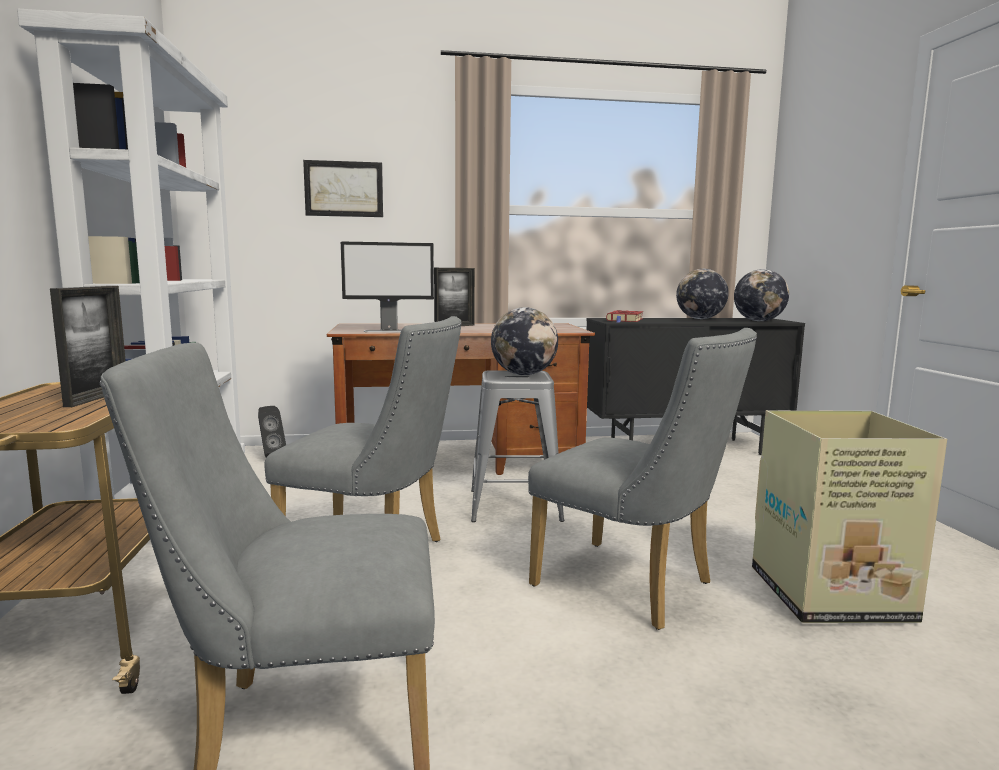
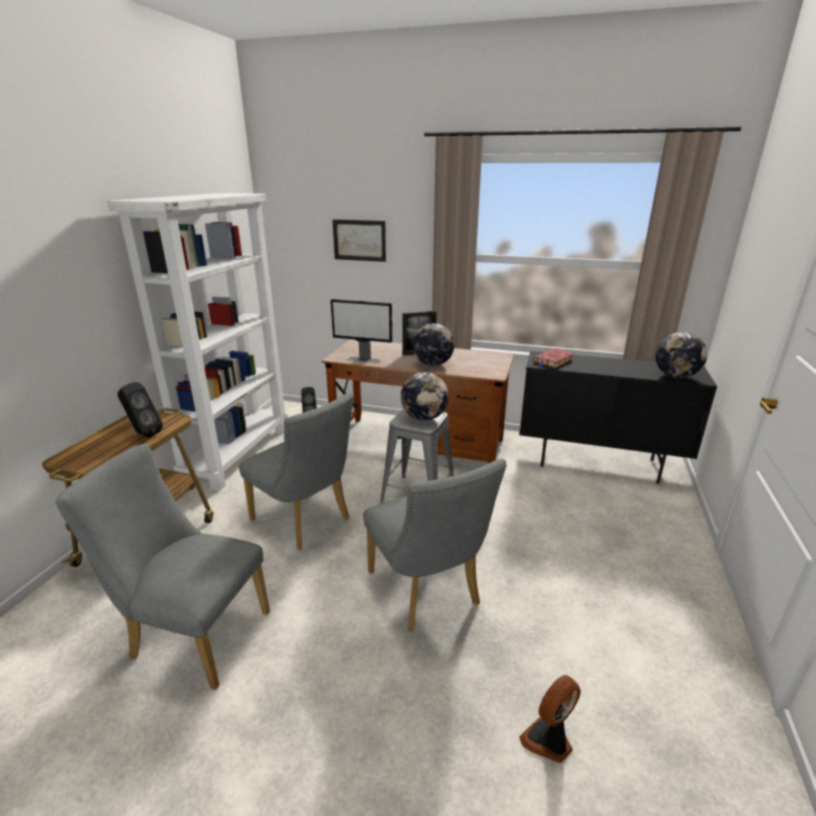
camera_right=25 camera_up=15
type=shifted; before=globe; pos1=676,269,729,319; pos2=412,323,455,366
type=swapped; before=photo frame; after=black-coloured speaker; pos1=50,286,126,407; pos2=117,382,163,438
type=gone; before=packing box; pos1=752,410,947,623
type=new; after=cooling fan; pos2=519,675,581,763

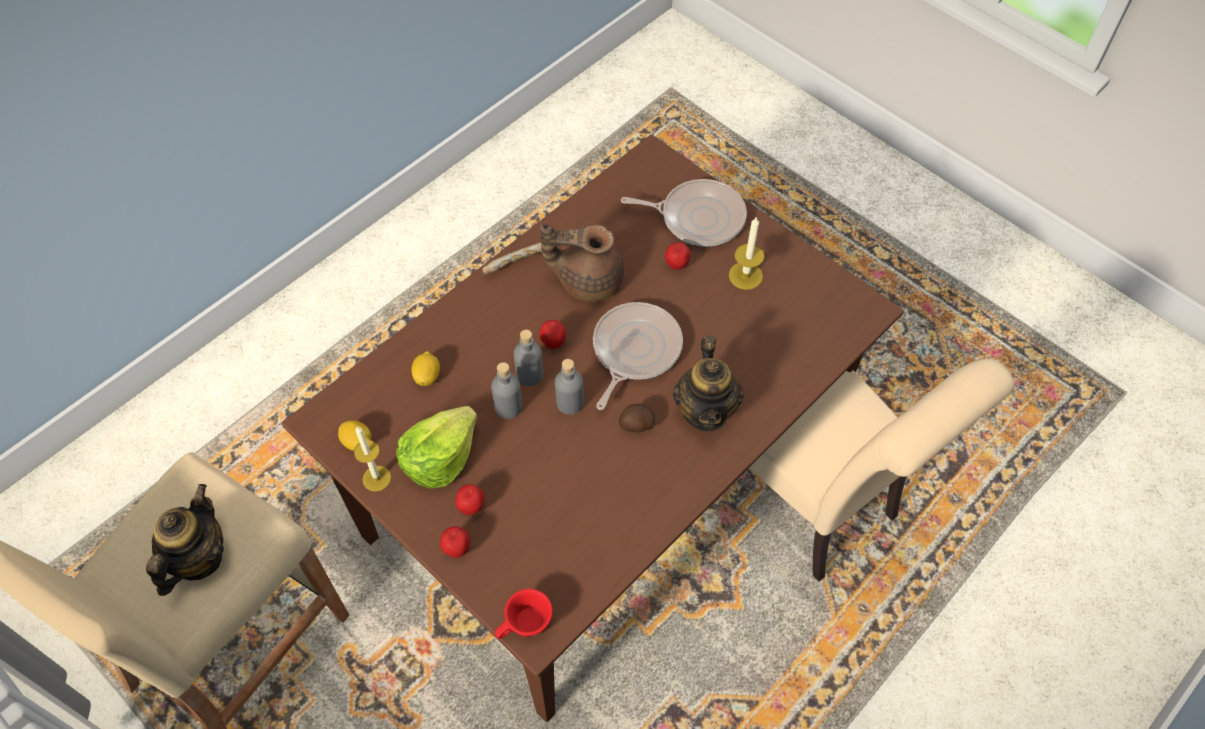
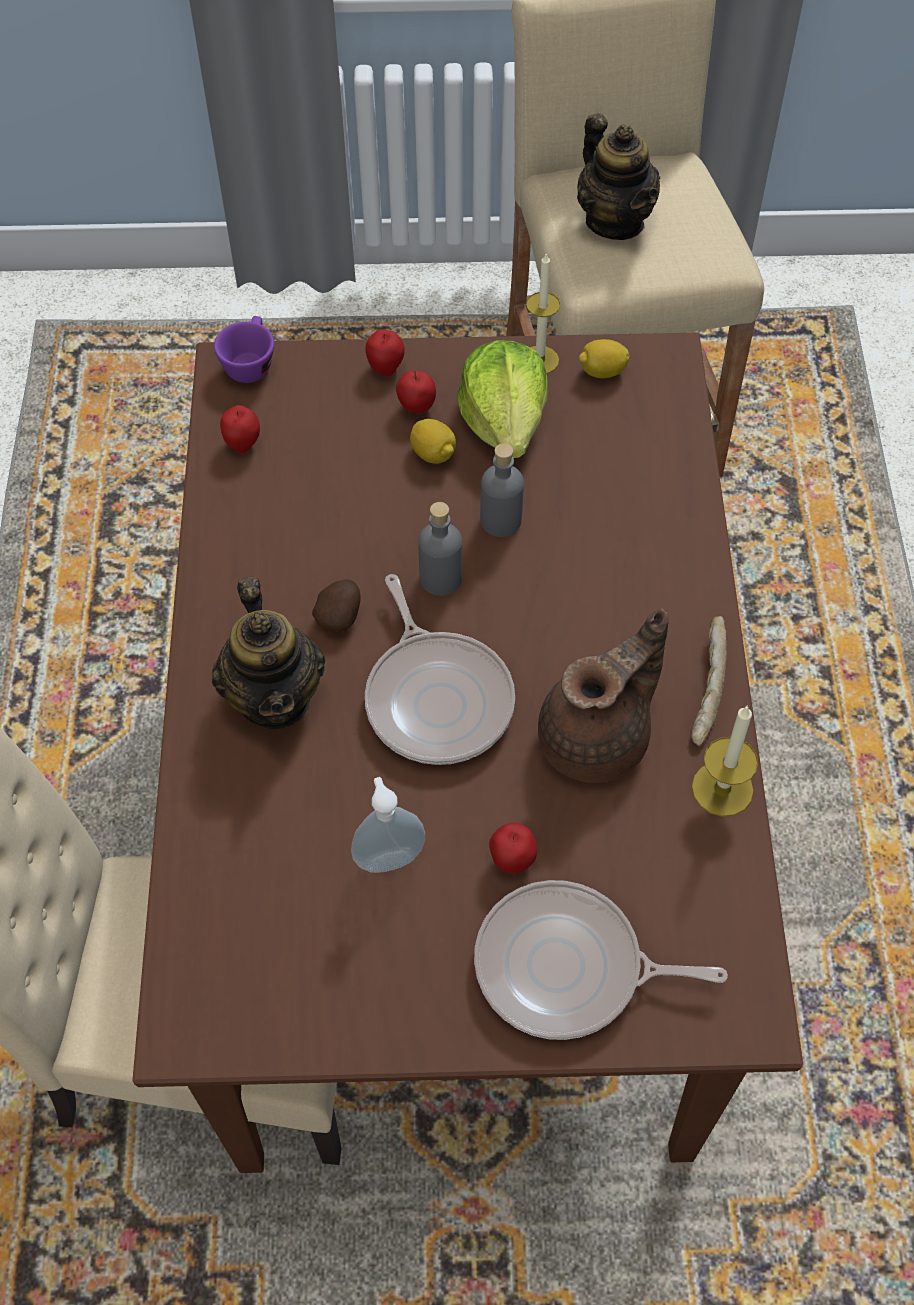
camera_right=135 camera_up=0
type=rotated; before=pan; pos1=621,179,747,246; pos2=474,880,728,1040; turn=45
type=shifted; before=wax light; pos1=729,216,764,290; pos2=692,705,758,817
type=shifted; before=whole apple; pos1=539,320,566,349; pos2=220,405,260,453
type=gone; before=grey drink bottle; pos1=514,330,543,386
type=rotated; before=tea pot; pos1=673,336,744,432; pos2=212,577,325,729; turn=-150
type=shifted; before=whole lemon; pos1=411,351,440,386; pos2=410,419,456,464
type=repainted; before=reddish drinking cup; after=purple drinking cup; pos1=495,589,553,639; pos2=214,316,274,383
type=new; after=soap dispenser; pos2=351,777,425,873

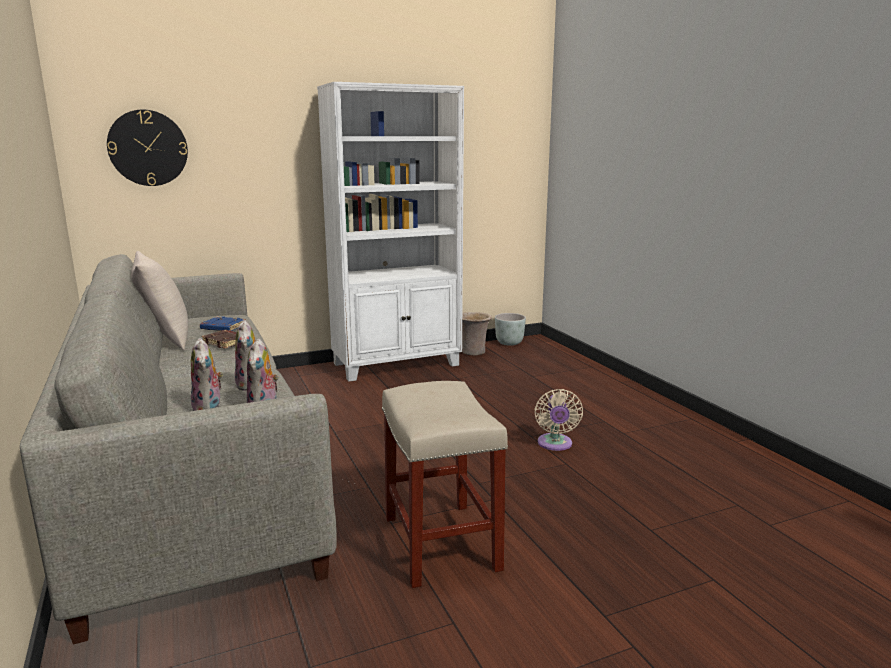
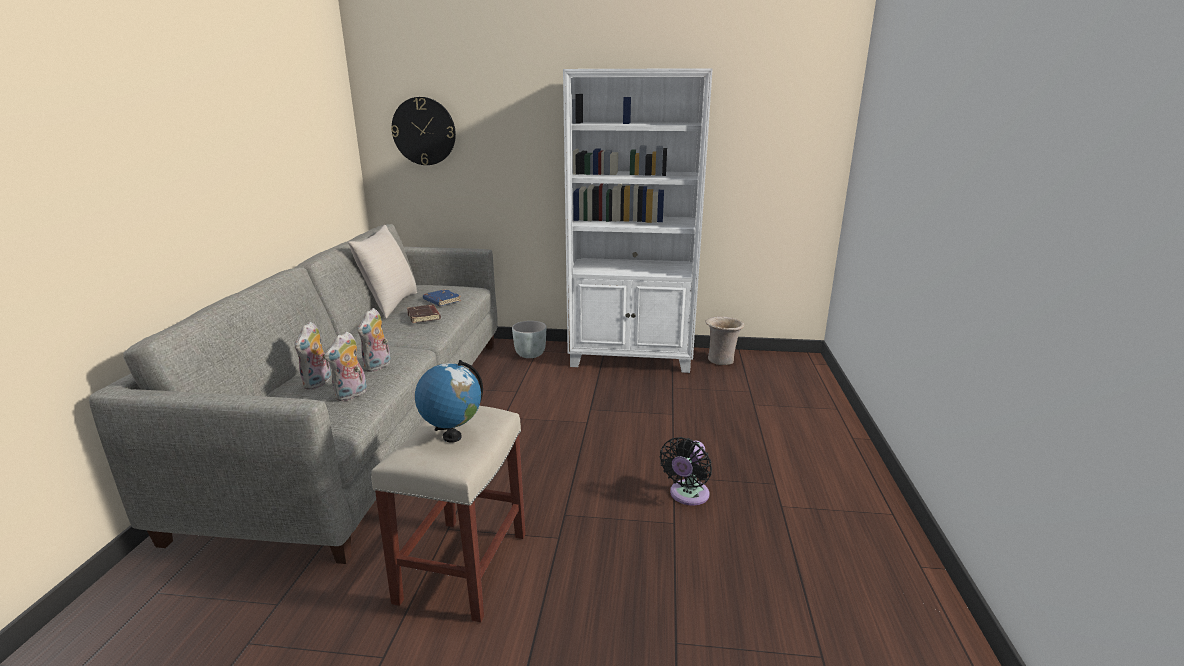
camera_right=30 camera_up=5
type=shifted; before=grey planter; pos1=495,313,526,346; pos2=512,321,547,358
type=repainted; before=sand-coloured cooling fan; after=black-coloured cooling fan; pos1=534,389,583,451; pos2=660,437,712,506
type=new; after=globe; pos2=415,360,483,443

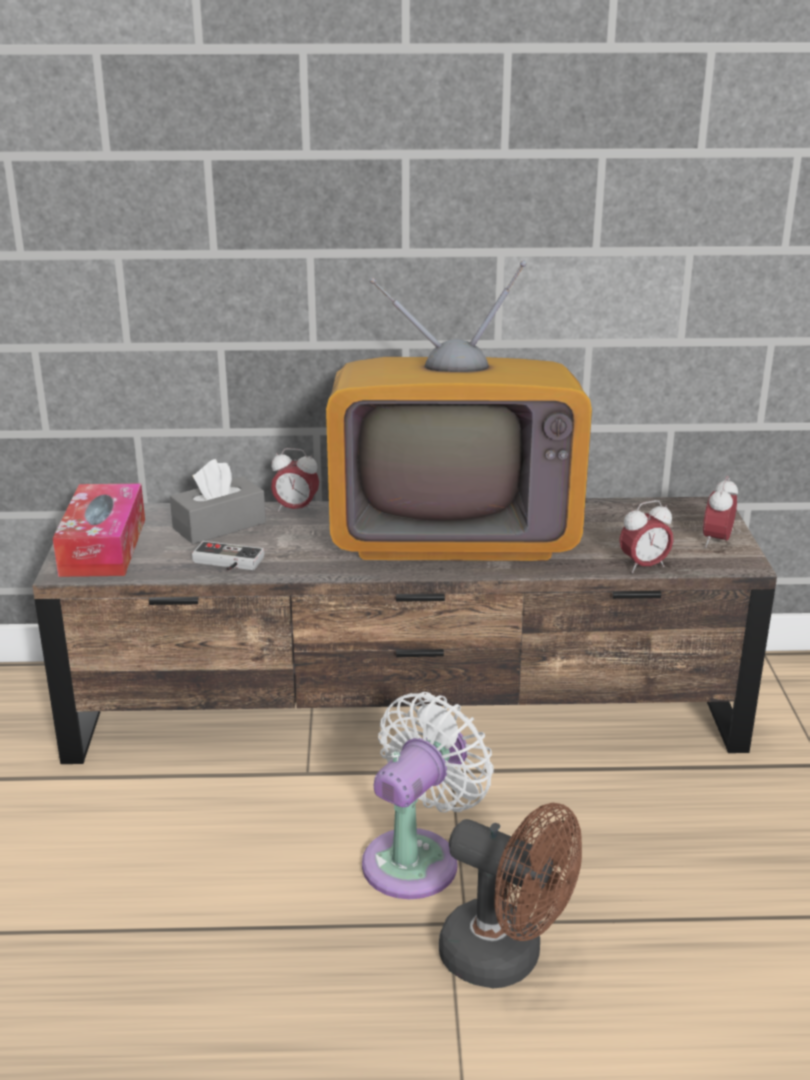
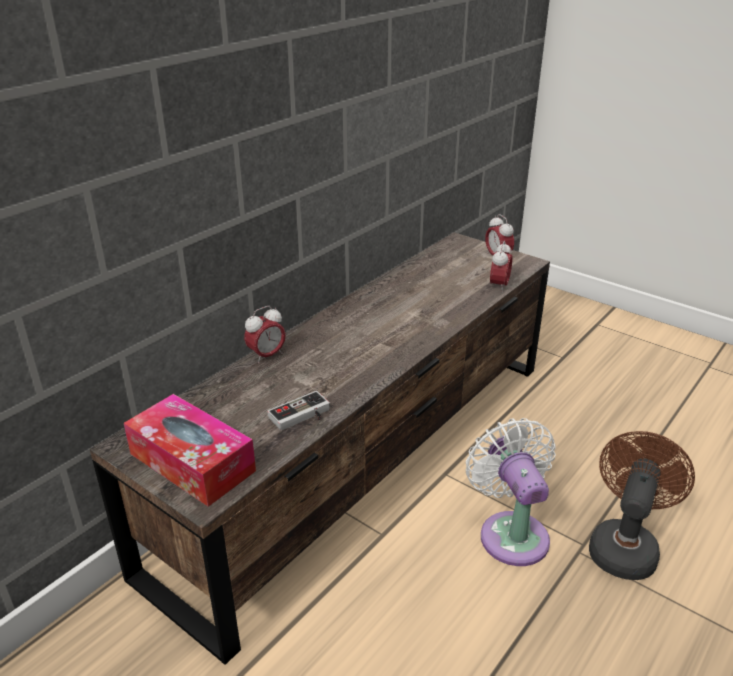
camera_right=-50 camera_up=5
type=gone; before=television; pos1=326,261,592,561
type=gone; before=grey tissue holder; pos1=170,459,266,544
type=rotated; before=brownish cooling fan; pos1=439,803,582,988; pos2=589,431,695,580; turn=-45

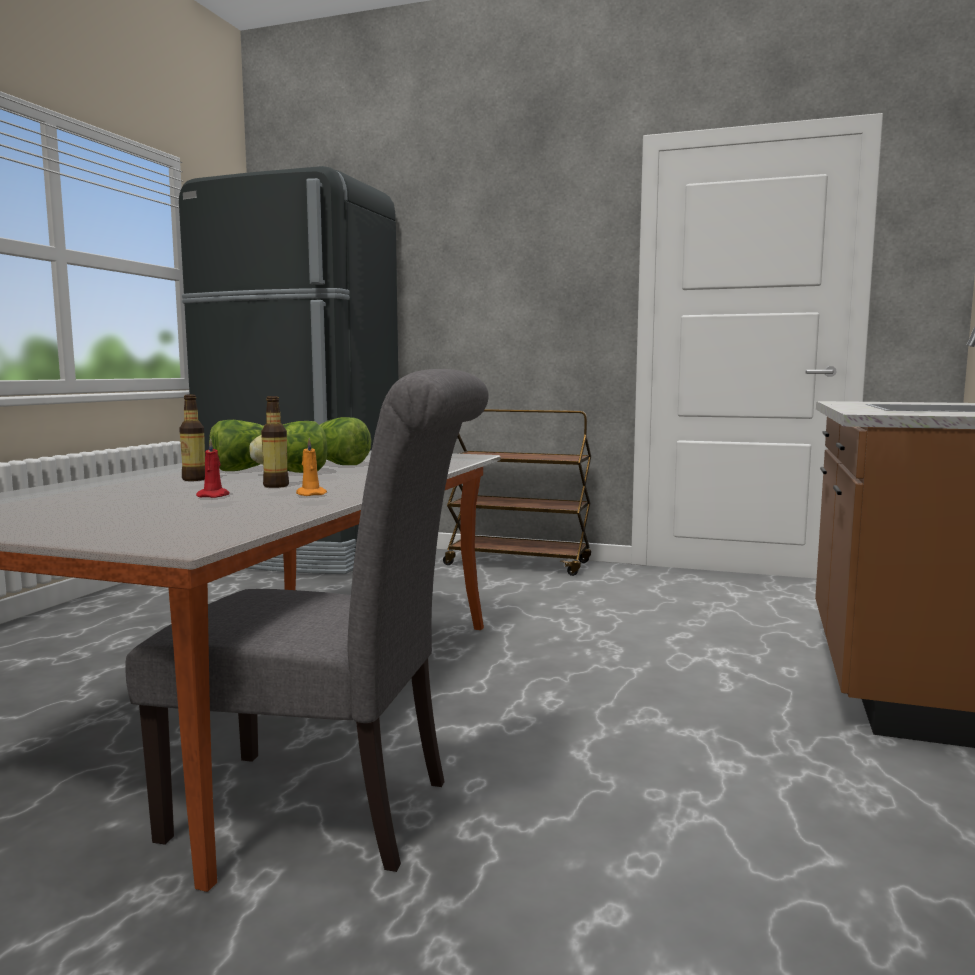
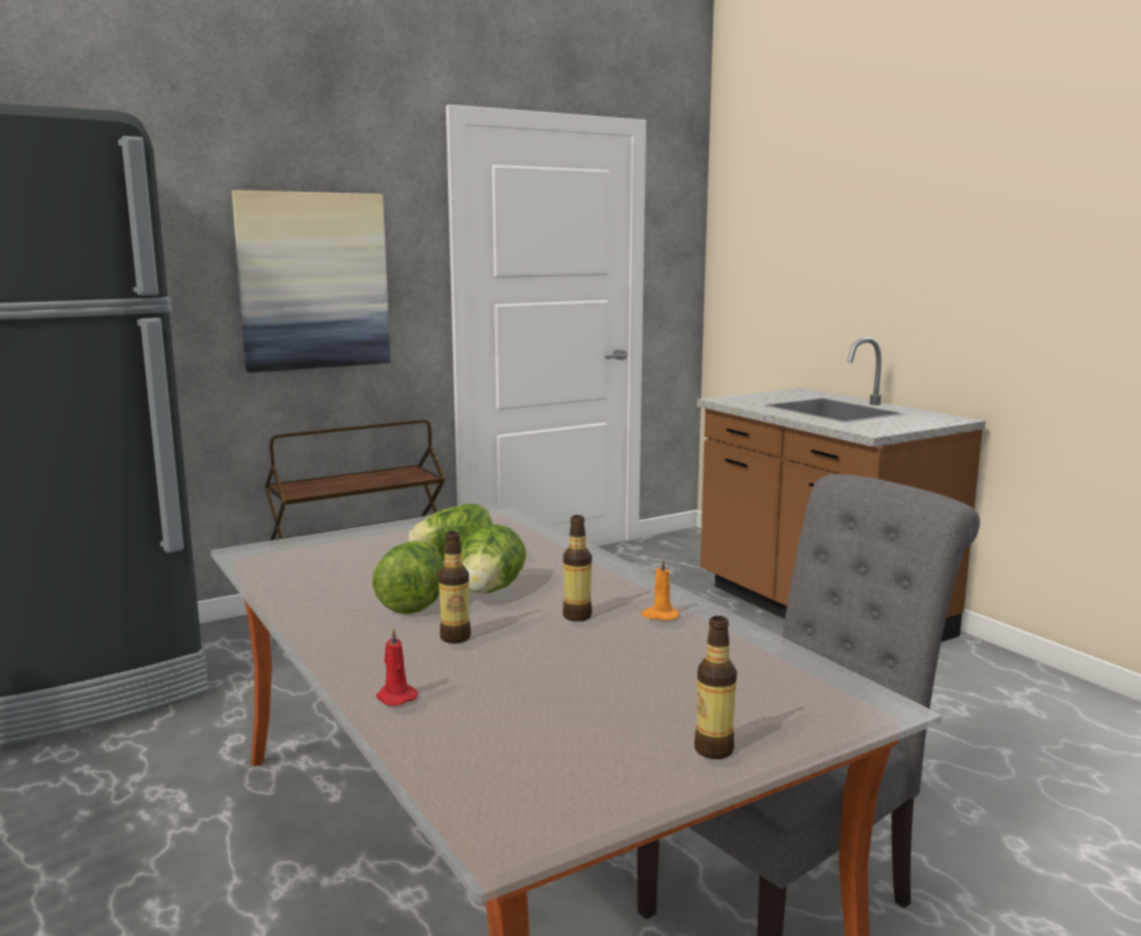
camera_right=-50 camera_up=5
type=shifted; before=reddish wax light; pos1=196,438,230,498; pos2=376,627,418,706
type=new; after=wall art; pos2=232,190,390,373
type=new; after=drink bottle; pos2=694,616,737,759

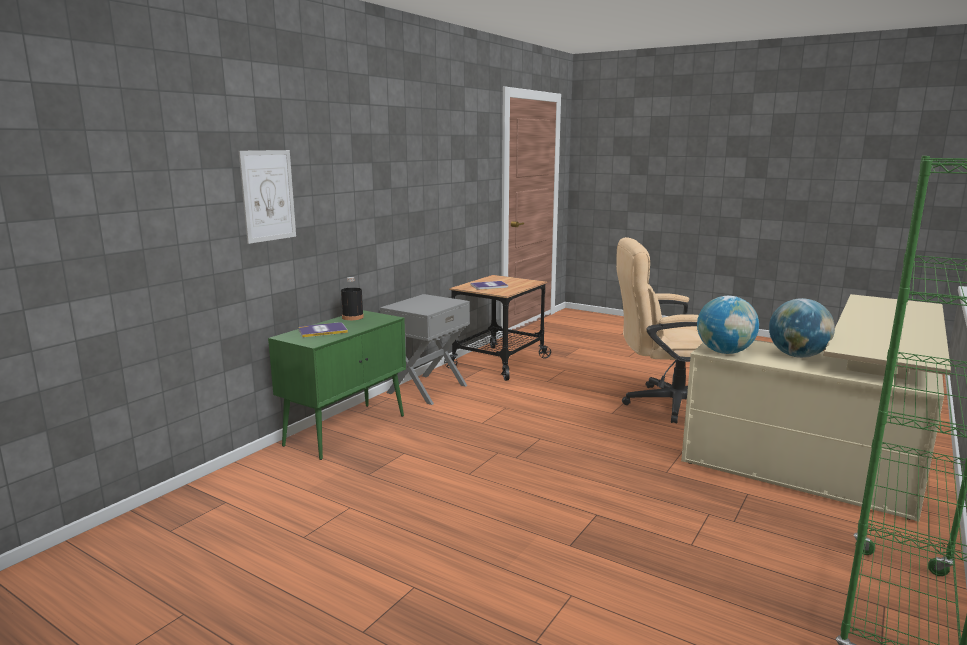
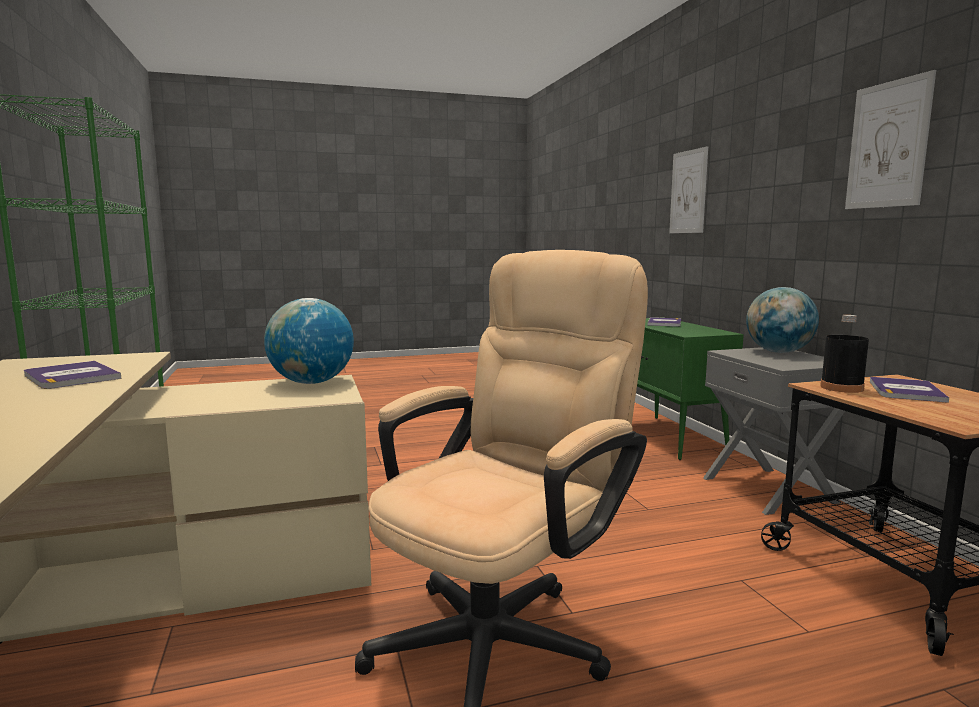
camera_right=130 camera_up=-5
type=shifted; before=black-coloured drink bottle; pos1=341,277,364,320; pos2=820,315,869,393
type=shifted; before=globe; pos1=769,298,835,358; pos2=746,287,819,353
type=new; after=wall art; pos2=845,70,936,209
type=new; after=book; pos2=24,361,121,389

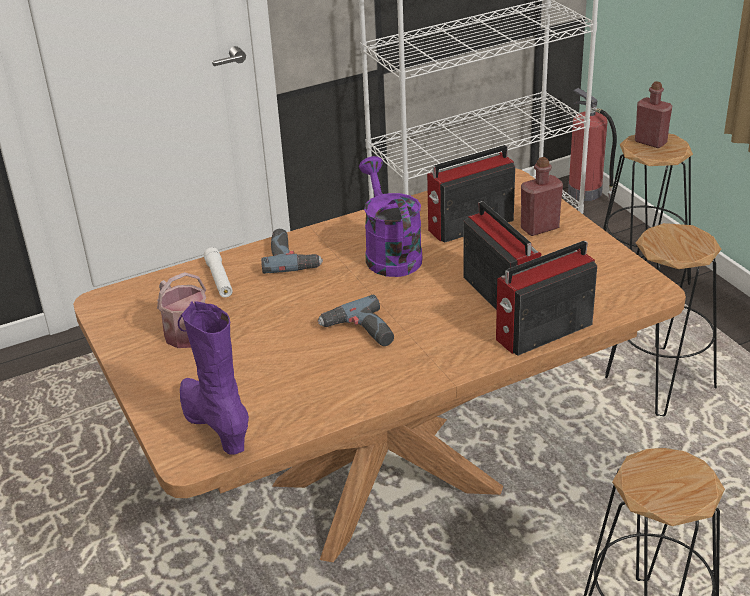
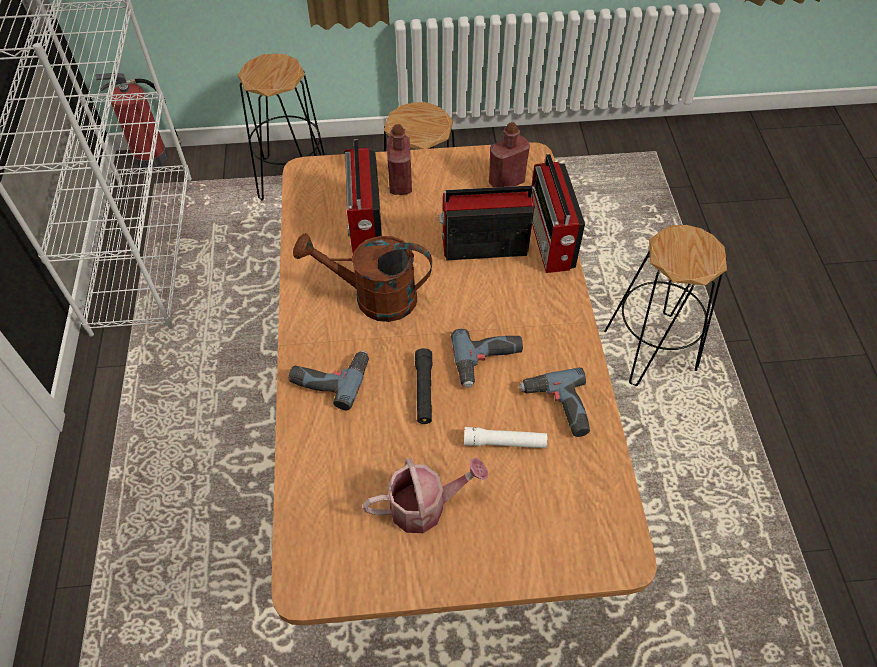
camera_right=-70 camera_up=20
type=shifted; before=reddish drink bottle; pos1=635,81,672,148; pos2=489,122,530,187
type=repainted; before=purple sprinkling can; after=brownish sprinkling can; pos1=359,156,422,277; pos2=293,233,432,322
type=shifted; before=whitish torch; pos1=204,247,233,297; pos2=464,427,548,448
type=gone; before=purple high-top boot; pos1=178,301,249,455
type=new; after=black-coloured torch; pos2=415,348,432,424
type=new; after=electric drill; pos2=519,368,590,437

